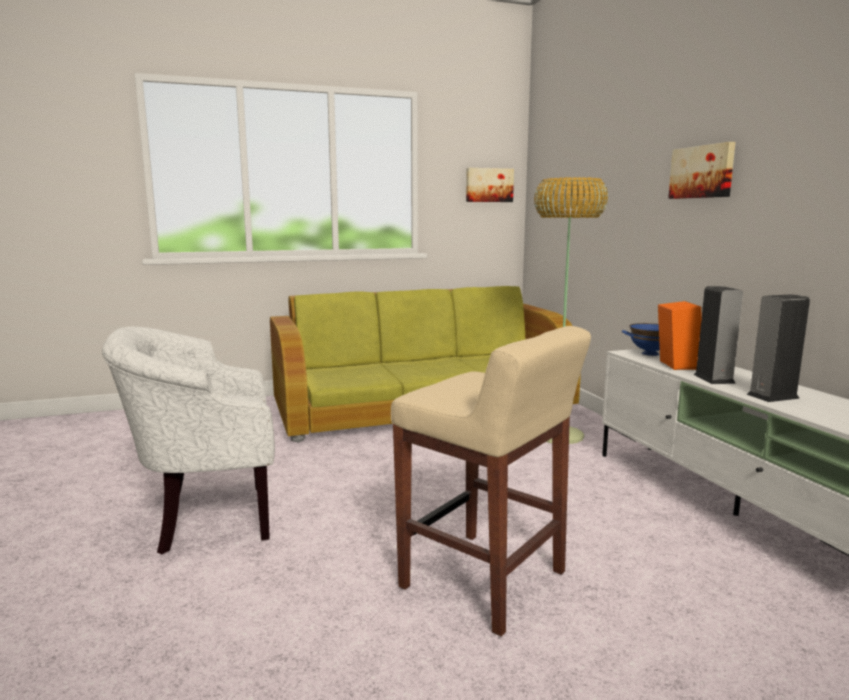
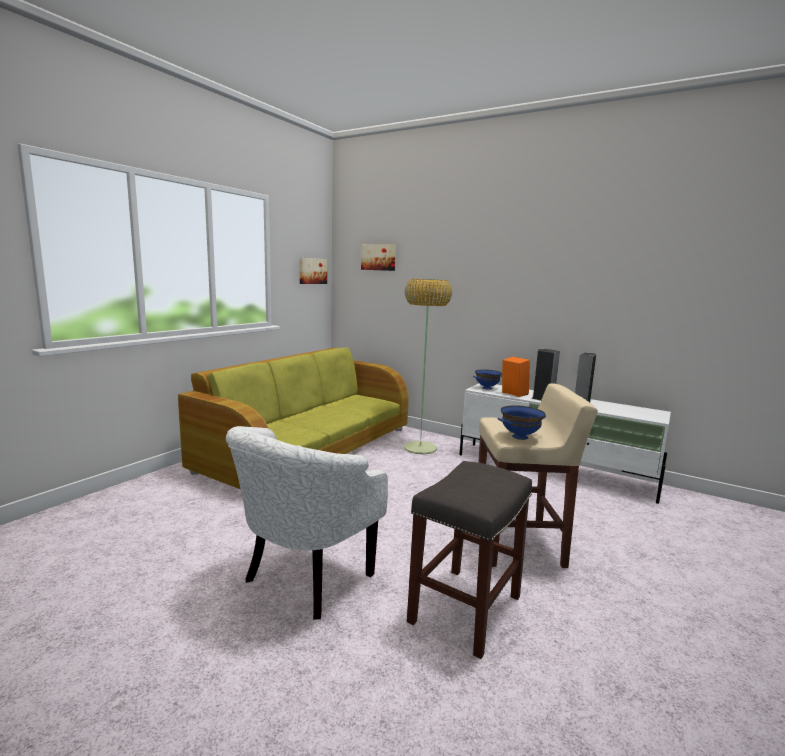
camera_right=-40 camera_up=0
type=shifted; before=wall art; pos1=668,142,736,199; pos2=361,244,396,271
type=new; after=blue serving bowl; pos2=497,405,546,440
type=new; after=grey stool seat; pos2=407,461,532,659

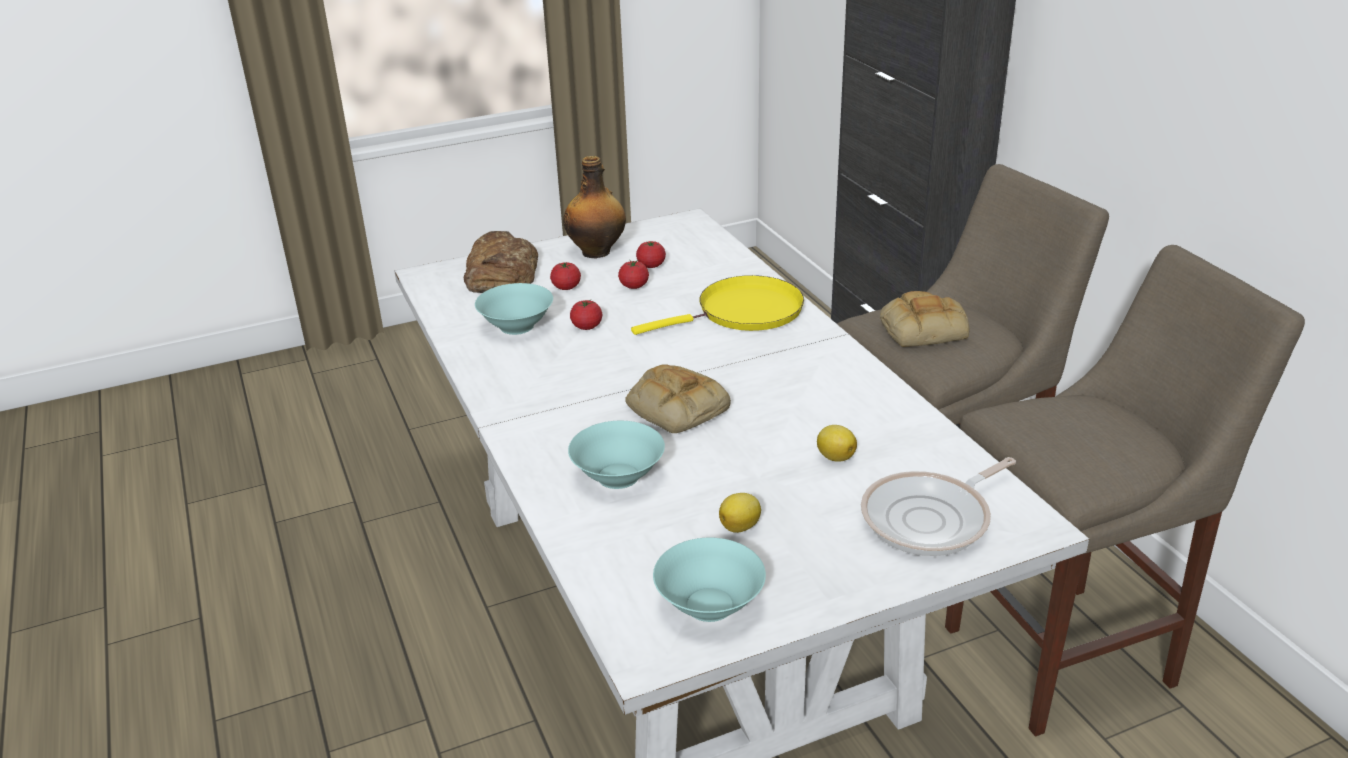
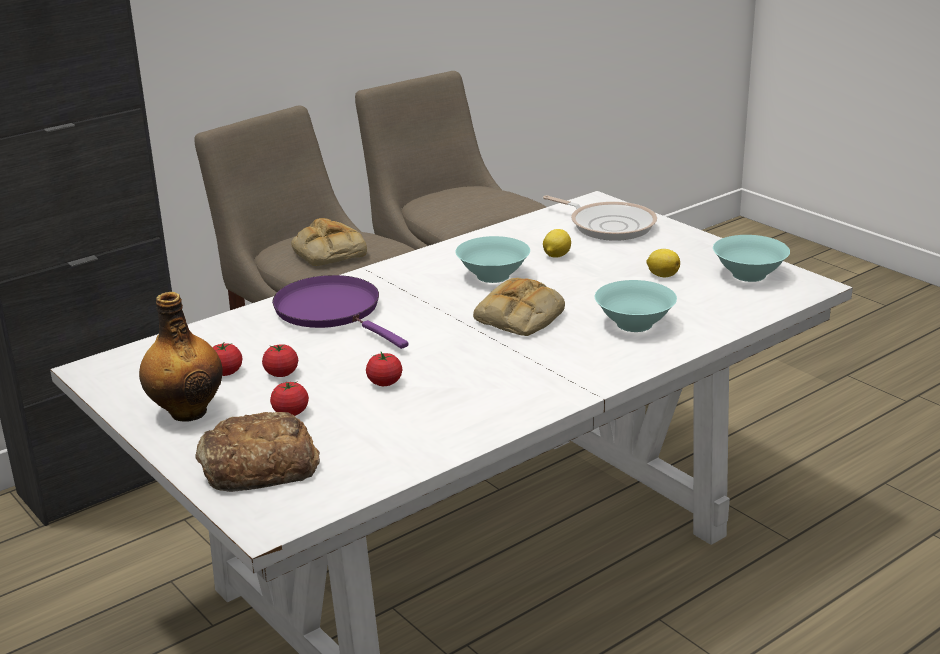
camera_right=-105 camera_up=-5
type=repainted; before=yellowish pan; after=purple pan; pos1=631,275,804,335; pos2=272,275,409,349
type=shifted; before=blue-green serving bowl; pos1=475,283,553,335; pos2=455,236,530,283

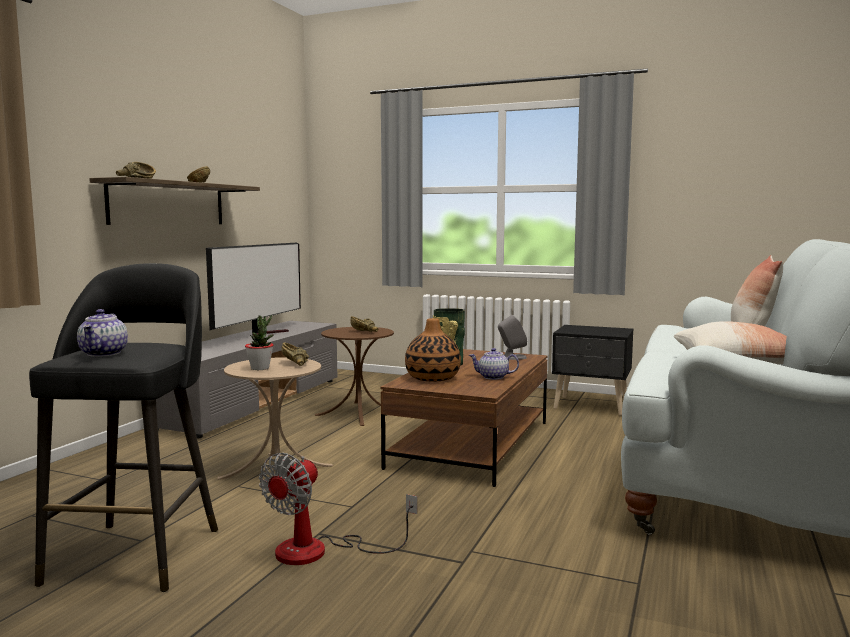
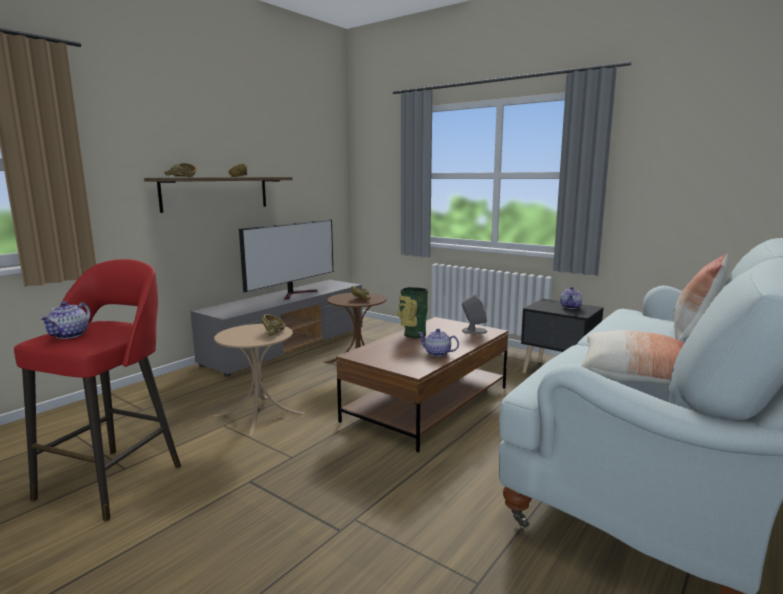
camera_right=15 camera_up=5
type=repainted; before=black-coloured stool seat; after=reddish stool seat; pos1=29,263,218,592; pos2=14,259,181,521
type=gone; before=houseplant; pos1=245,315,274,370
type=gone; before=vase; pos1=405,318,461,382
type=gone; before=cooling fan; pos1=259,453,417,565
type=new; after=tea pot; pos2=560,287,582,309

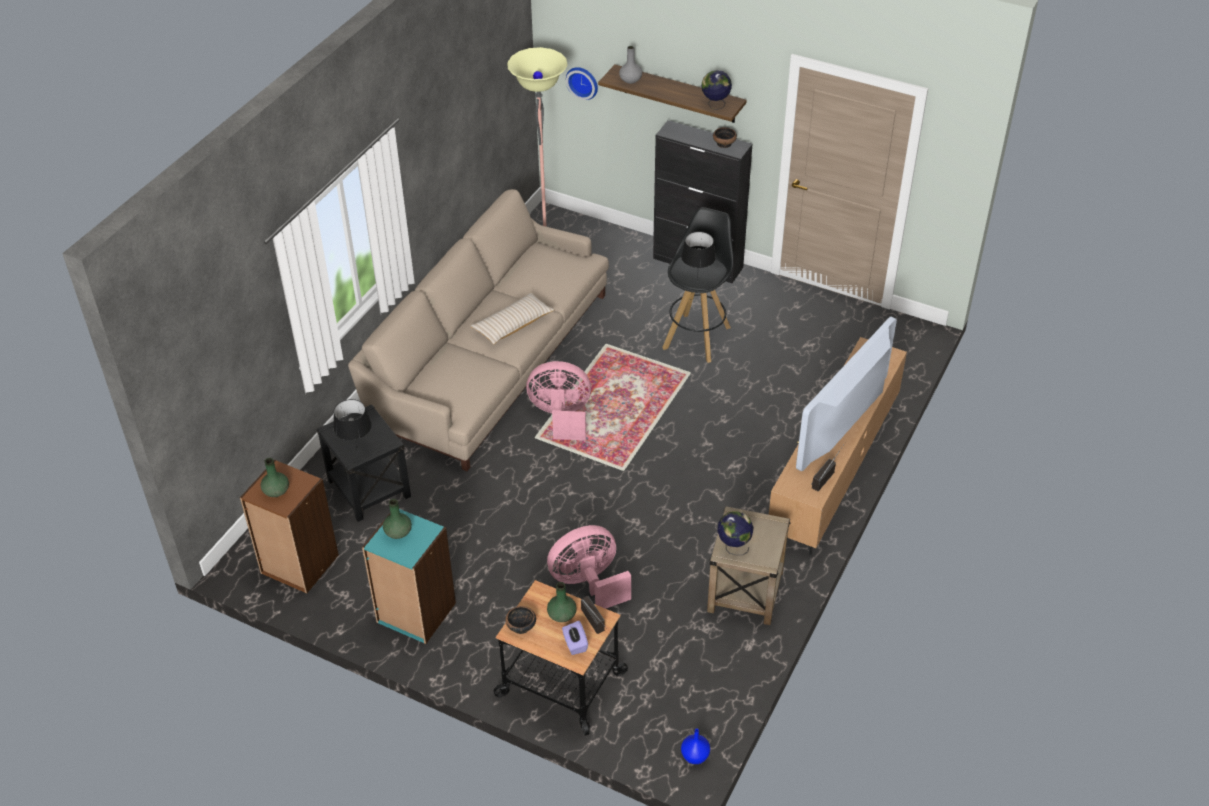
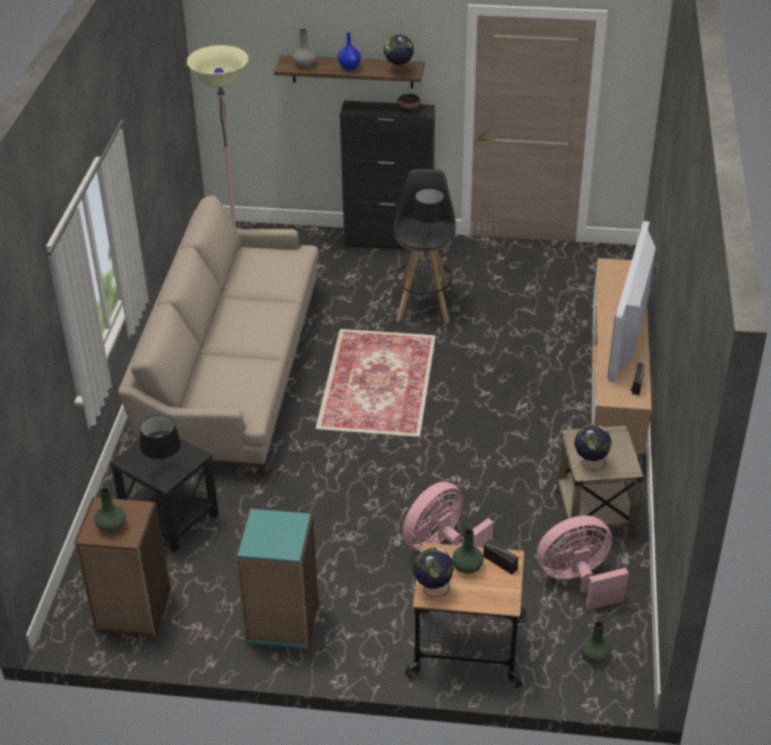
camera_right=-20 camera_up=-5
type=gone; before=hanging clock; pos1=566,67,598,100
type=gone; before=sand-coloured pillow; pos1=470,293,554,345
type=shifted; before=pink cooling fan; pos1=526,361,591,440; pos2=537,515,629,610
type=shifted; before=green-coloured vase; pos1=383,499,412,539; pos2=580,621,611,664
type=swapped; before=serving bowl; after=globe; pos1=505,606,536,634; pos2=413,548,454,597
type=gone; before=purple tissue holder; pos1=562,621,588,655
type=shifted; before=blue vase; pos1=681,729,710,764; pos2=338,32,361,71

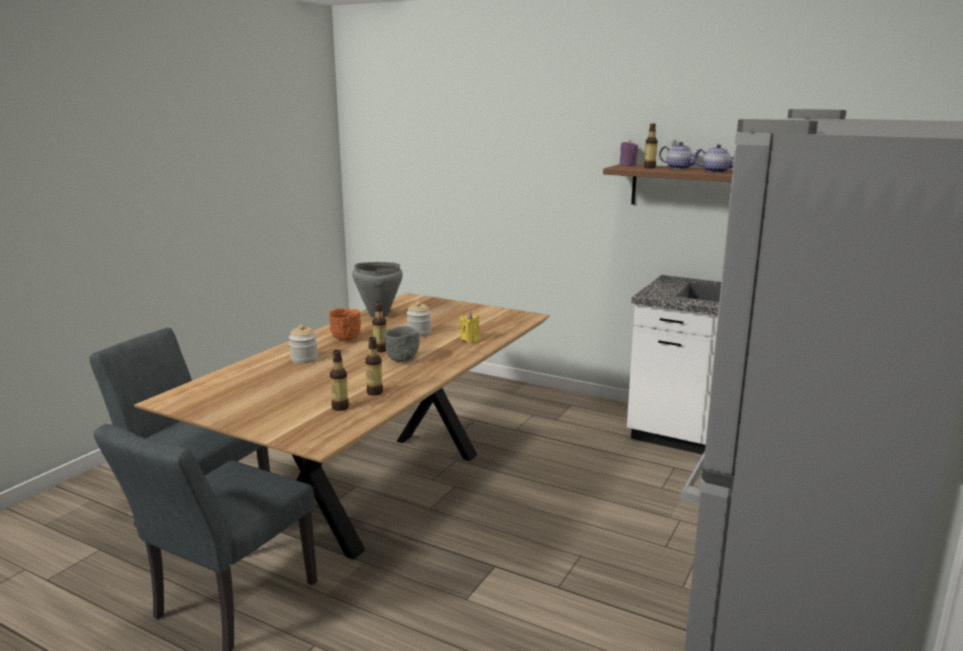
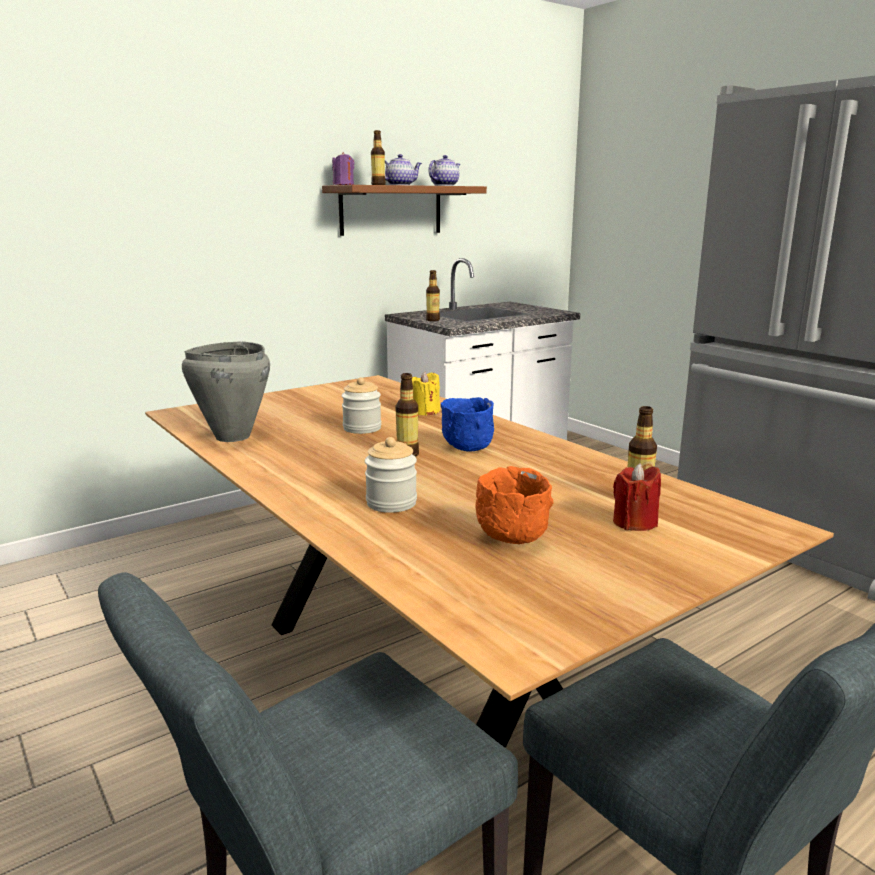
camera_right=-65 camera_up=0
type=shifted; before=orangey serving bowl; pos1=329,308,361,341; pos2=475,466,553,544
type=repainted; before=grey serving bowl; after=blue serving bowl; pos1=384,326,420,362; pos2=441,397,494,452
type=shifted; before=drink bottle; pos1=365,337,383,396; pos2=426,270,440,321
type=new; after=reddish wax light; pos2=613,463,661,531

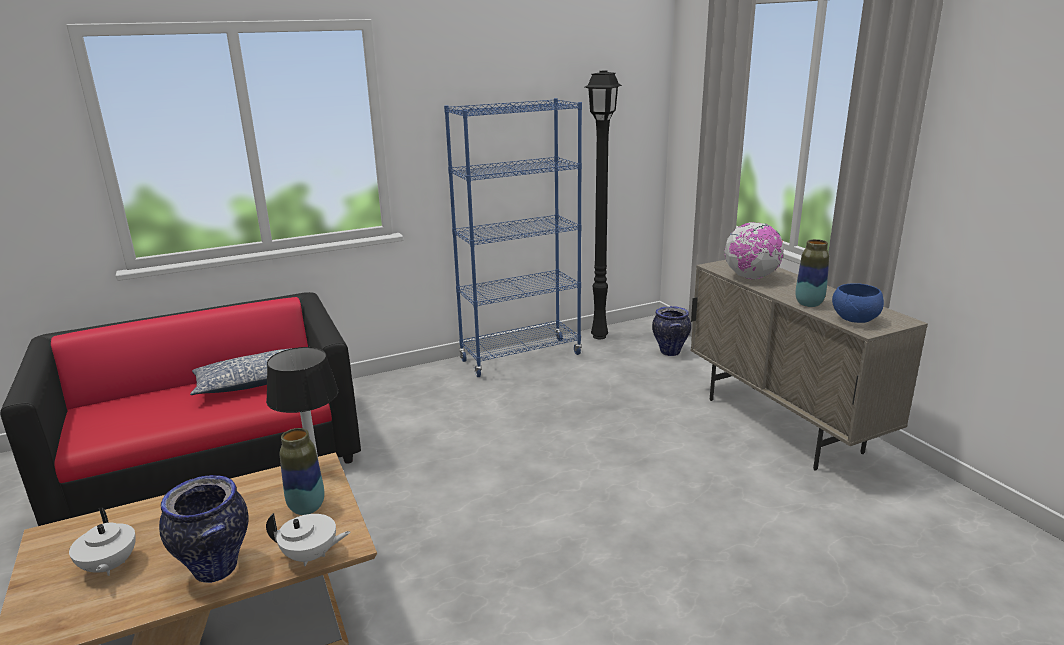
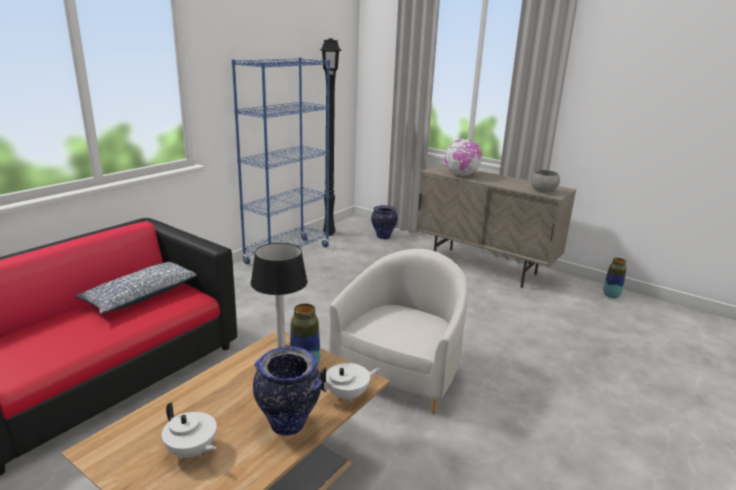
camera_right=-30 camera_up=0
type=shifted; before=vase; pos1=795,239,829,307; pos2=603,258,626,298
type=repainted; before=blue serving bowl; after=grey serving bowl; pos1=832,283,884,323; pos2=531,170,560,193
type=new; after=whitish armchair; pos2=329,249,468,415

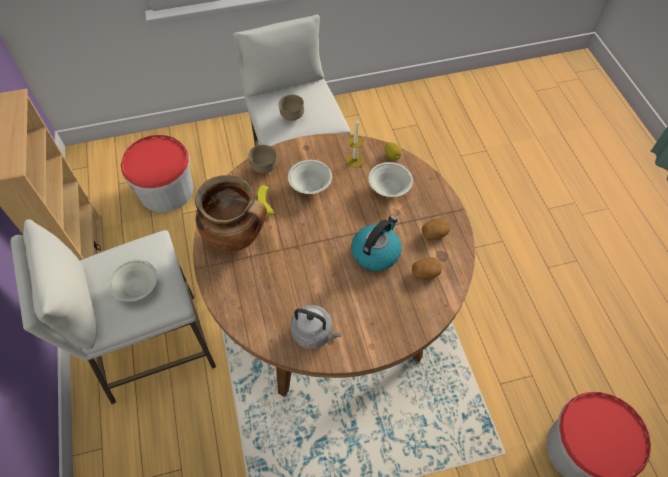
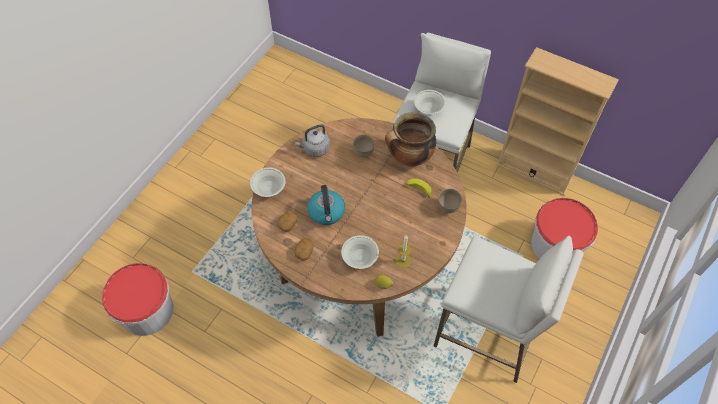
camera_right=135 camera_up=0
type=shifted; before=brownish serving bowl; pos1=278,95,304,121; pos2=353,134,375,157
type=shifted; before=whitish serving bowl; pos1=288,160,332,194; pos2=250,167,286,197

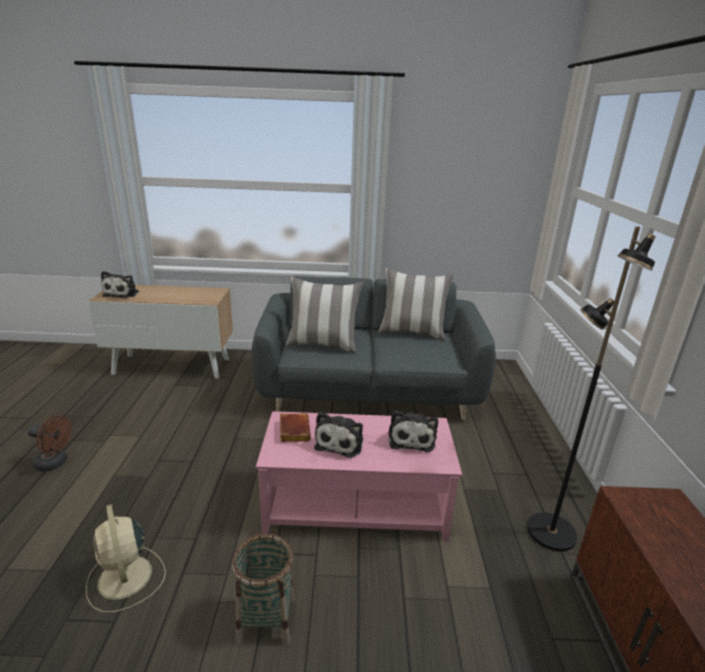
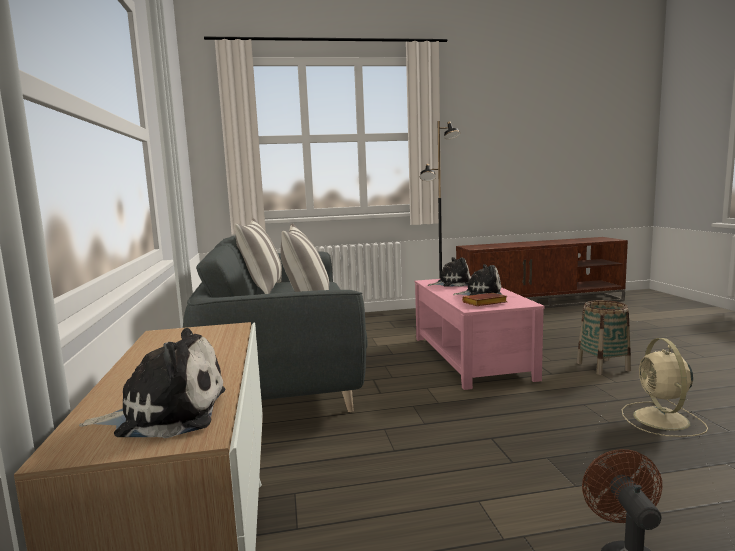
camera_right=-100 camera_up=-15
type=rotated; before=sand-coloured cooling fan; pos1=86,504,166,612; pos2=622,338,708,437; turn=135

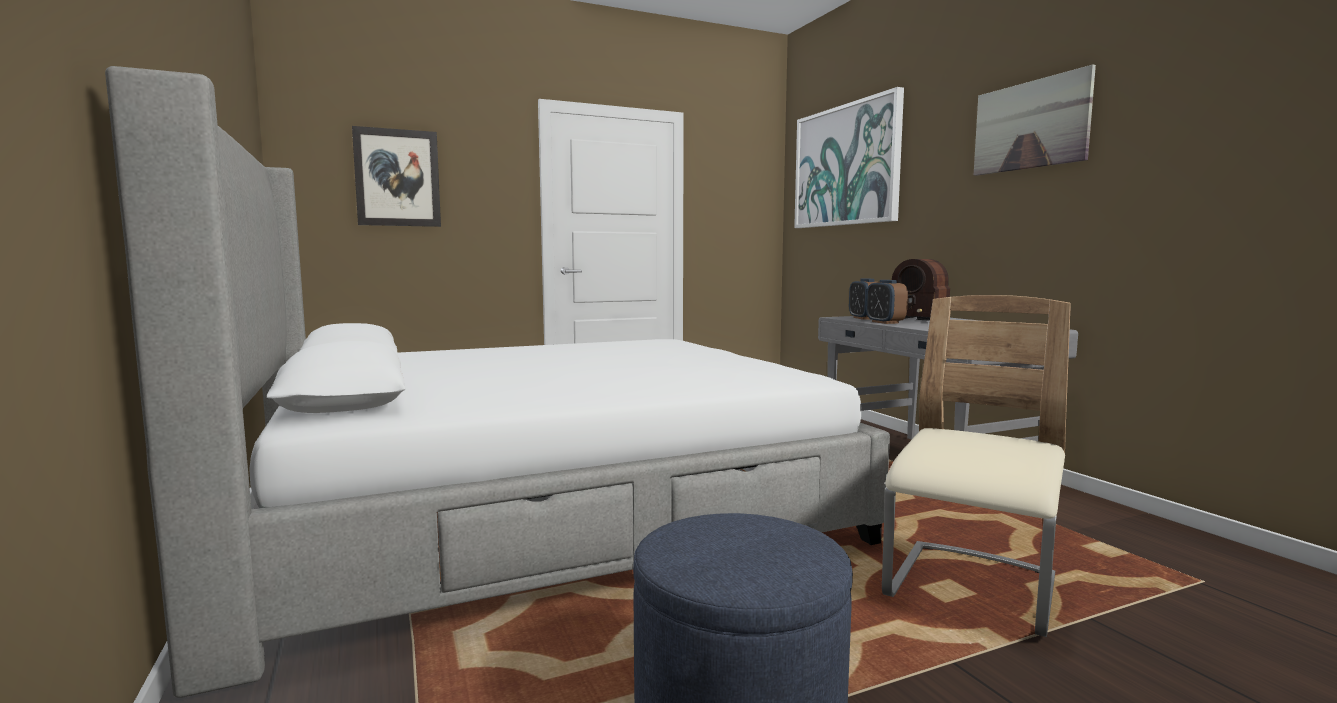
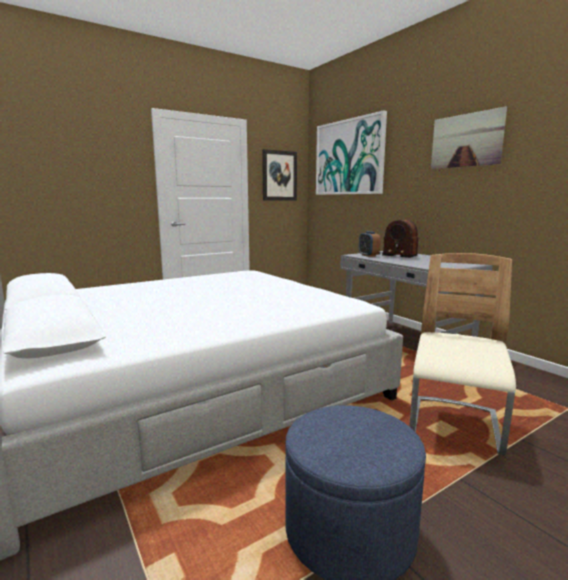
camera_right=-10 camera_up=5
type=shifted; before=wall art; pos1=352,126,441,227; pos2=262,149,297,200
type=gone; before=bedside clock; pos1=866,280,908,324

